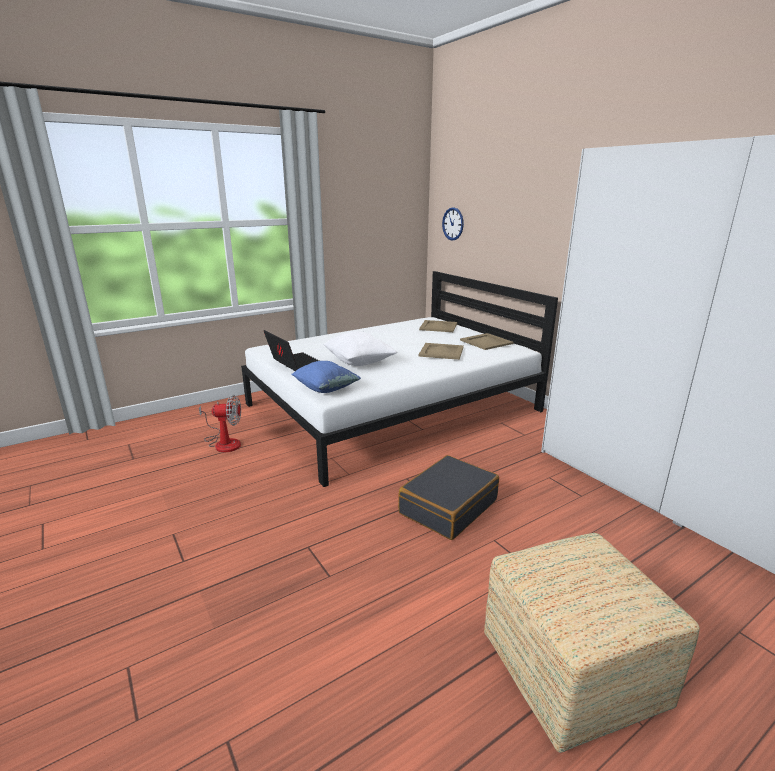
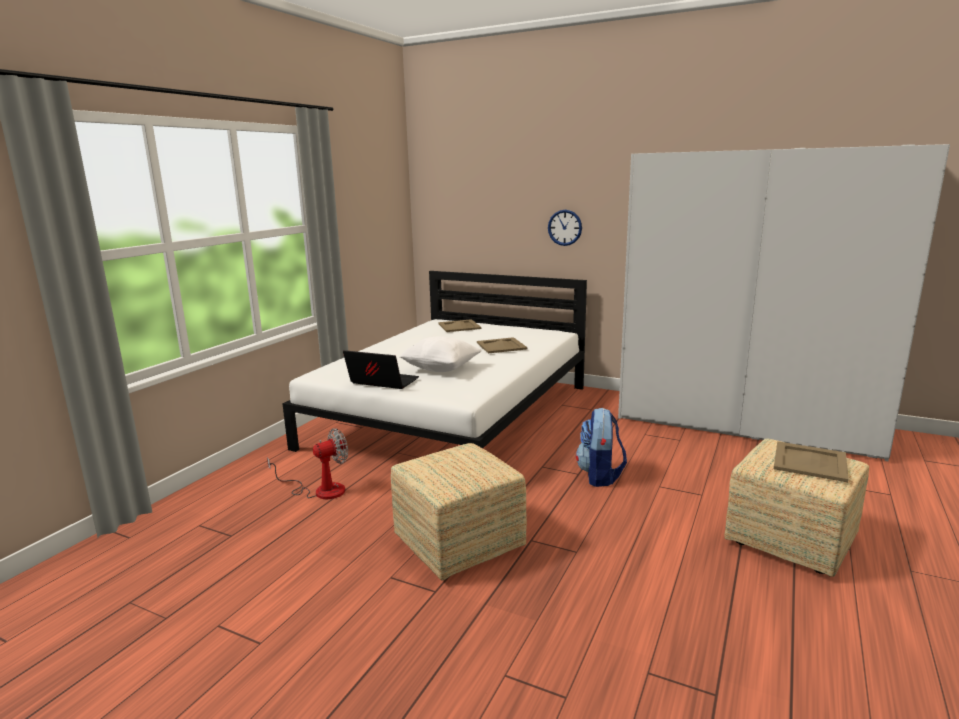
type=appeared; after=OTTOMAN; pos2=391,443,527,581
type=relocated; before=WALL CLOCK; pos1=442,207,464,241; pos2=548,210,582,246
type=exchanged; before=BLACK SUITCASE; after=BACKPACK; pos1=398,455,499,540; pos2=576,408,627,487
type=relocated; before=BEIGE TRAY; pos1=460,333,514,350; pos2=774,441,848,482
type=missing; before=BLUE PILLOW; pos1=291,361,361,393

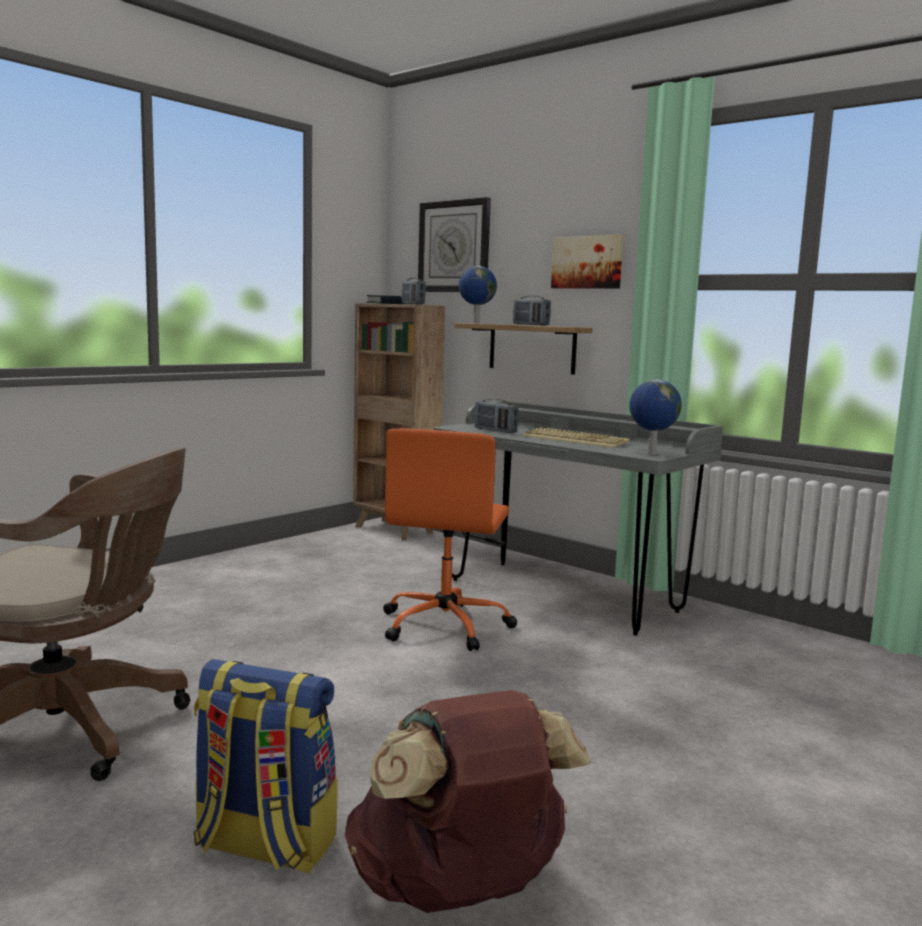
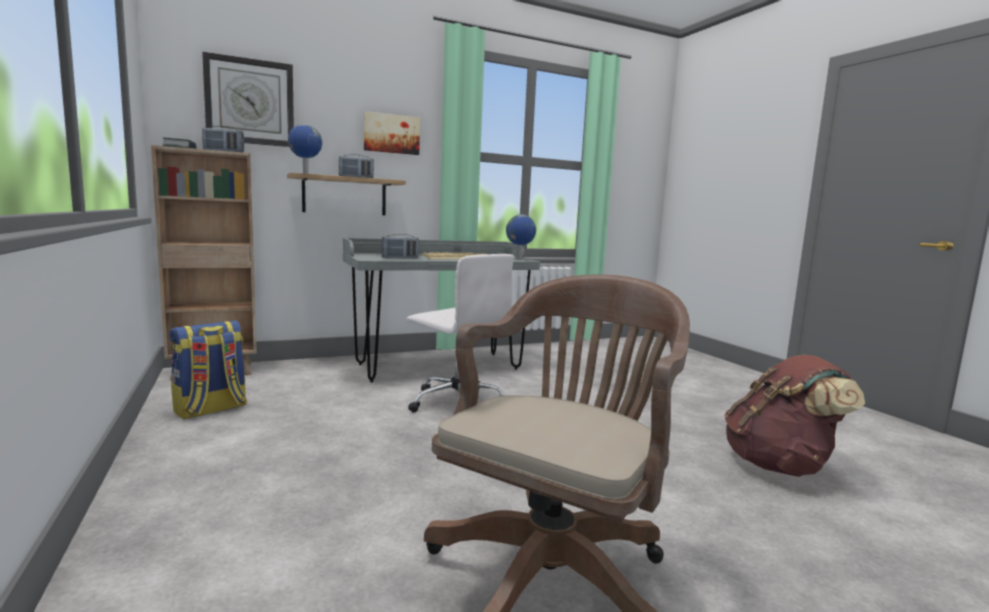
type=relocated; before=BACKPACK; pos1=194,659,337,873; pos2=169,321,247,419
type=colour; before=ORANGE OFFICE CHAIR; after=WHITE OFFICE CHAIR; pos1=383,428,517,651; pos2=406,254,514,413

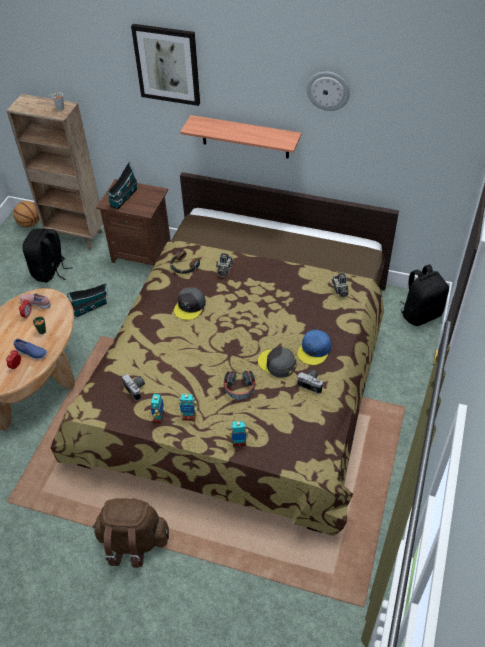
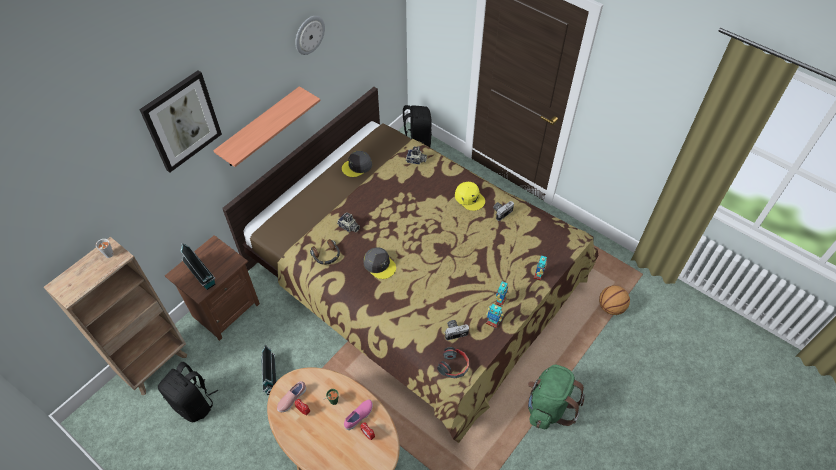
type=relocated; before=GREY CAP; pos1=258,347,296,378; pos2=342,151,372,177
type=colour; before=BLUE SHOE; after=PINK SHOE; pos1=14,339,47,360; pos2=344,399,373,430
type=relocated; before=HEADPHONES; pos1=224,371,255,400; pos2=437,347,469,378
type=colour; before=BLUE CAP; after=YELLOW CAP; pos1=298,330,331,365; pos2=455,182,485,211
type=colour; before=BROWN BACKPACK; after=GREEN BACKPACK; pos1=93,498,169,568; pos2=528,365,585,429
type=relocated; before=BASKETBALL; pos1=13,201,39,227; pos2=599,285,630,315

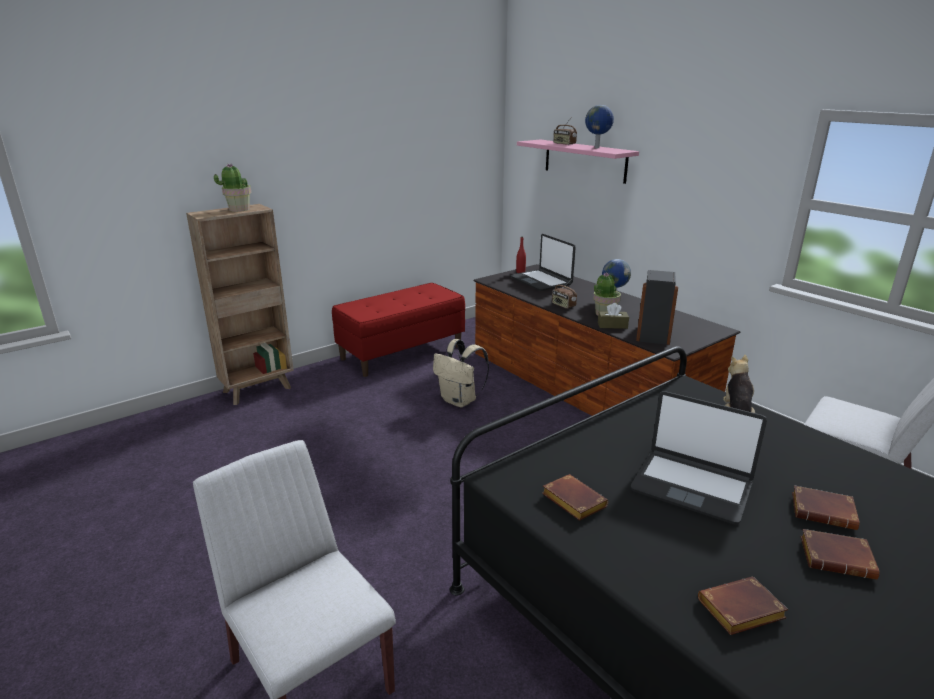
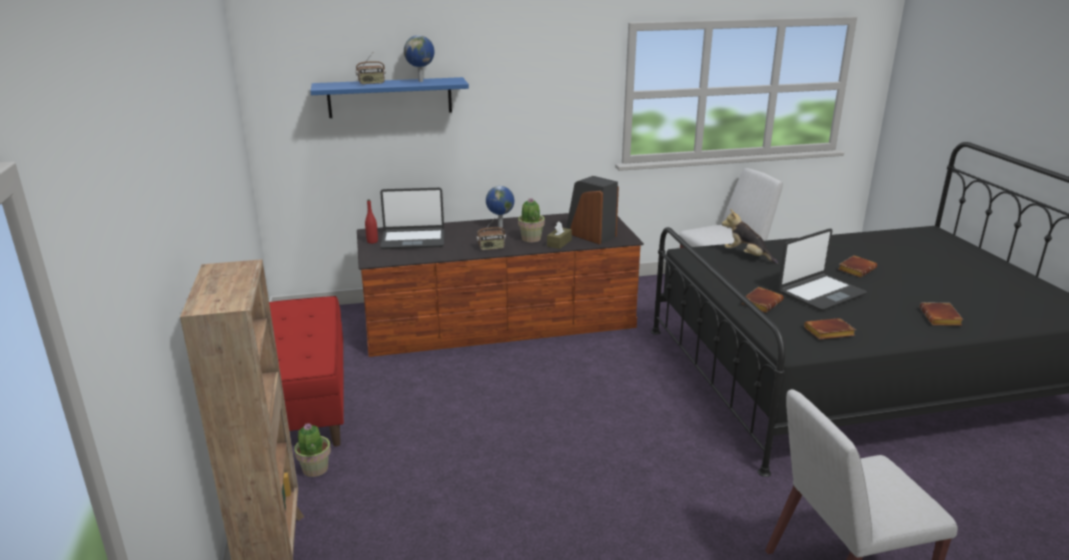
type=relocated; before=POTTED PLANT; pos1=214,163,251,212; pos2=294,423,331,477
type=colour; before=PINK SHELF; after=BLUE SHELF; pos1=517,139,639,184; pos2=310,77,469,118
type=relocated; before=BROWN BOOK; pos1=800,529,880,580; pos2=741,287,784,313
type=missing; before=BEIGE BACKPACK; pos1=433,339,489,407

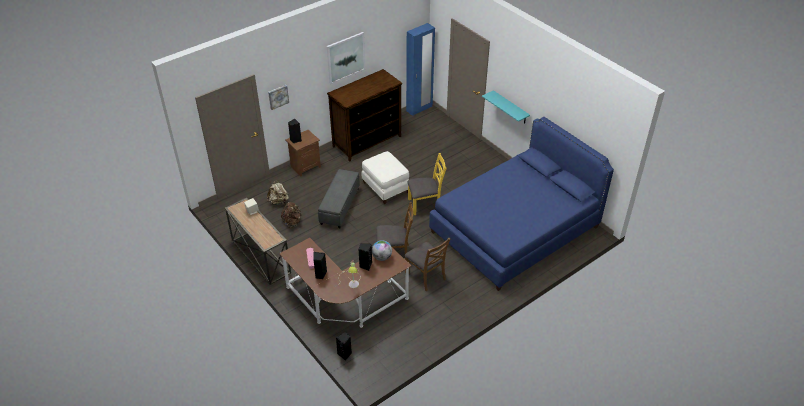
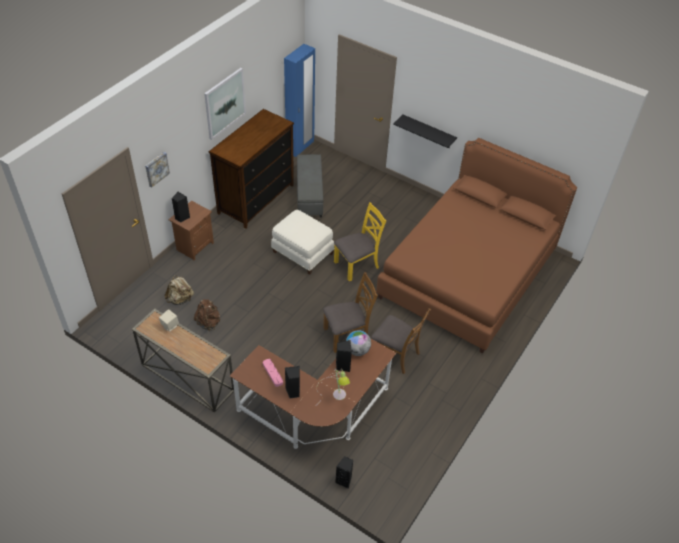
type=relocated; before=GREY OTTOMAN; pos1=318,169,360,228; pos2=297,154,323,217
type=colour; before=BLUE BED; after=BROWN BED; pos1=429,117,614,291; pos2=376,138,577,353
type=colour; before=TURQUOISE SHELF; after=BLACK SHELF; pos1=482,90,530,123; pos2=393,115,457,148

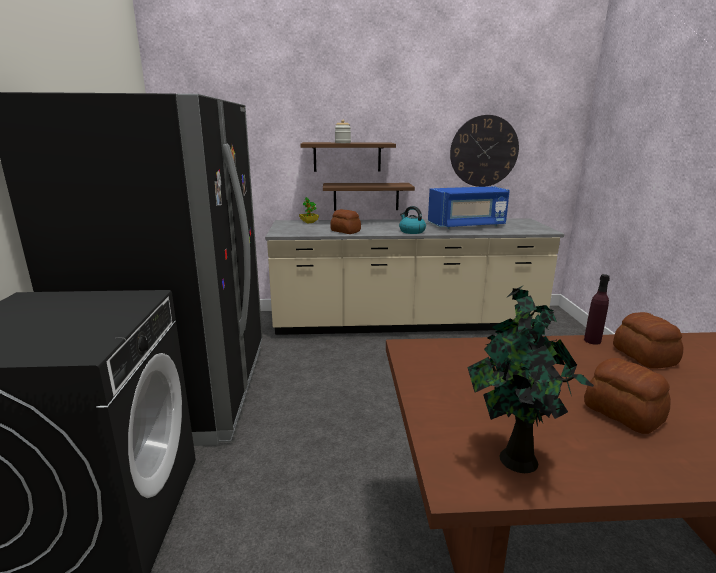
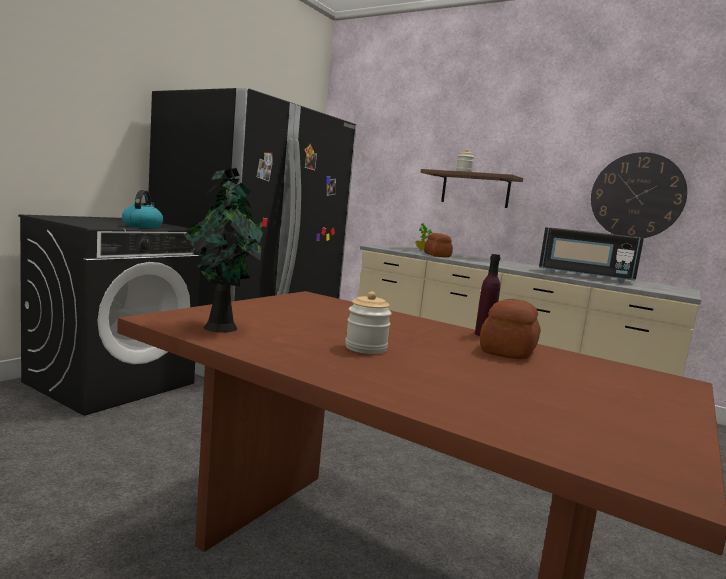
type=relocated; before=KETTLE; pos1=399,206,426,234; pos2=122,190,163,228
type=exchanged; before=BREAD; after=JAR; pos1=584,358,671,434; pos2=345,291,392,354
type=colour; before=BLUE MICROWAVE; after=BLACK MICROWAVE; pos1=428,186,510,229; pos2=539,227,644,282
type=missing; before=SHELF; pos1=323,183,415,211

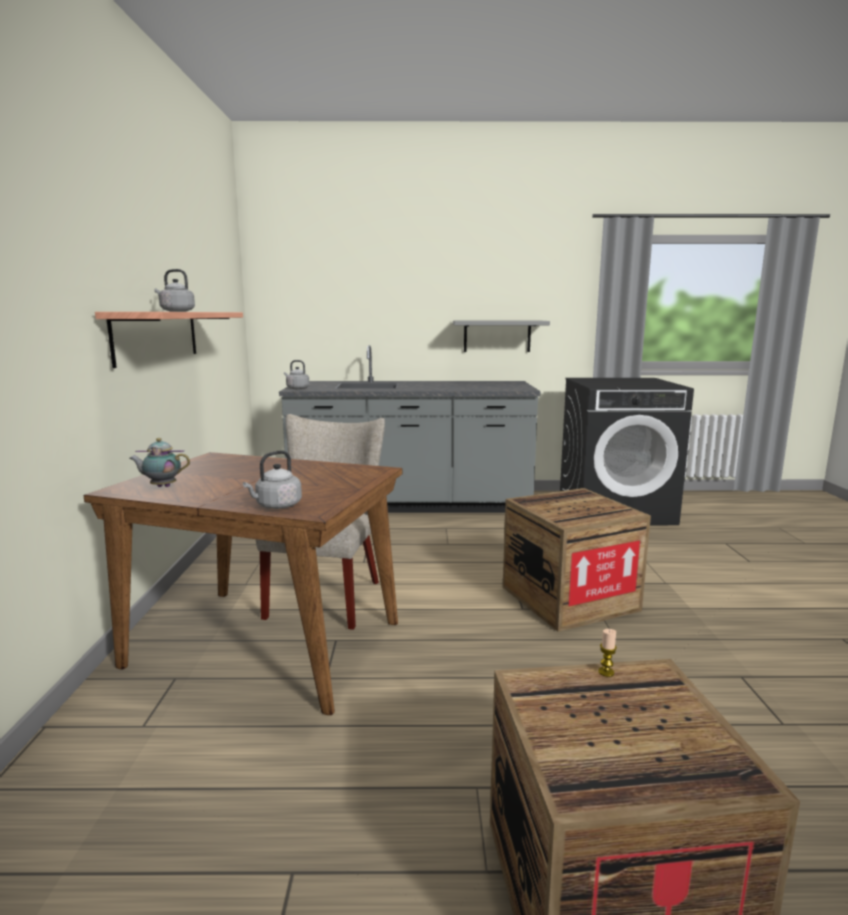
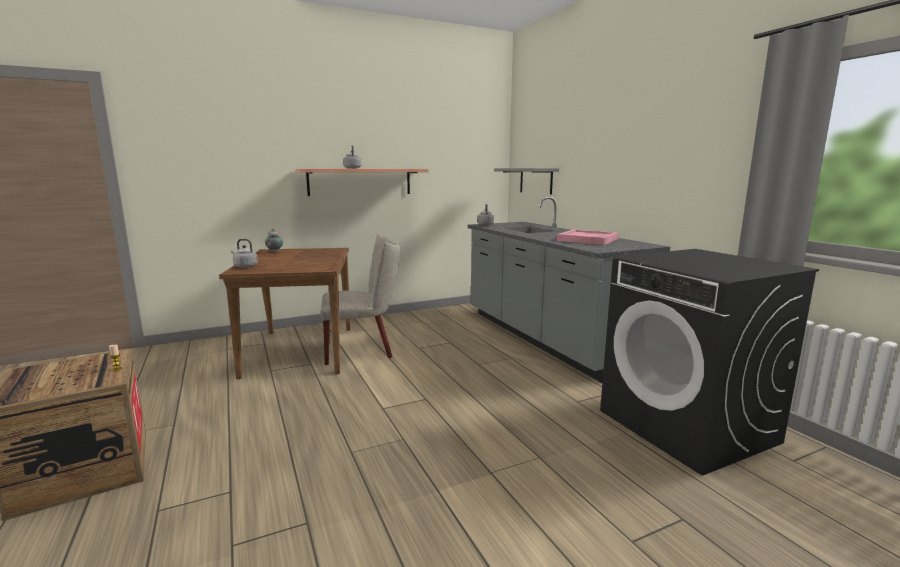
type=relocated; before=GREY SHELF; pos1=453,321,550,352; pos2=494,168,559,194
type=appeared; after=PINK TRAY; pos2=556,229,619,245
type=missing; before=CRATE; pos1=503,488,651,632

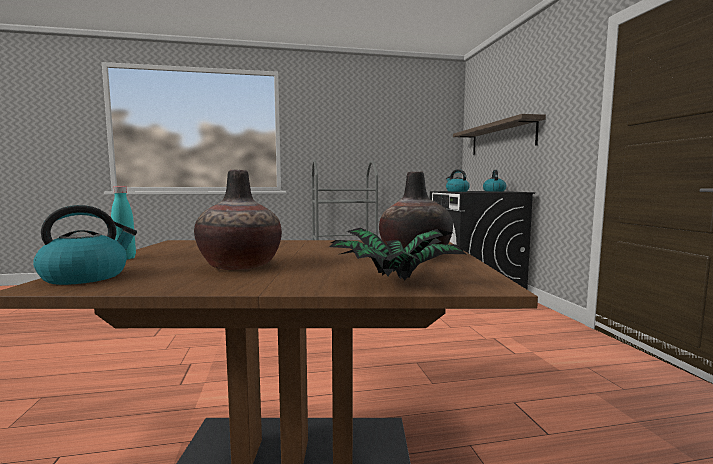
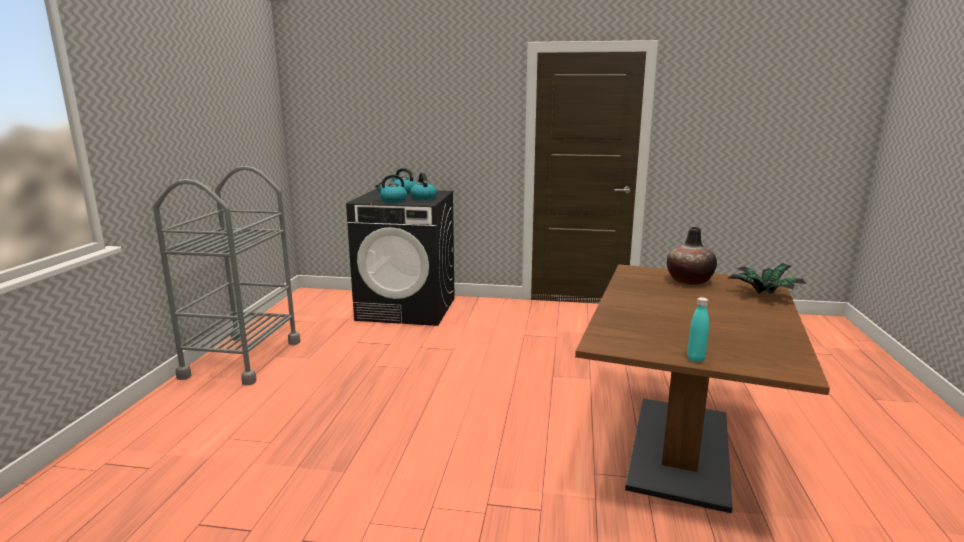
type=relocated; before=KETTLE; pos1=33,205,137,285; pos2=410,173,437,200
type=missing; before=VASE; pos1=194,170,282,270
type=missing; before=SHELF; pos1=453,114,546,155

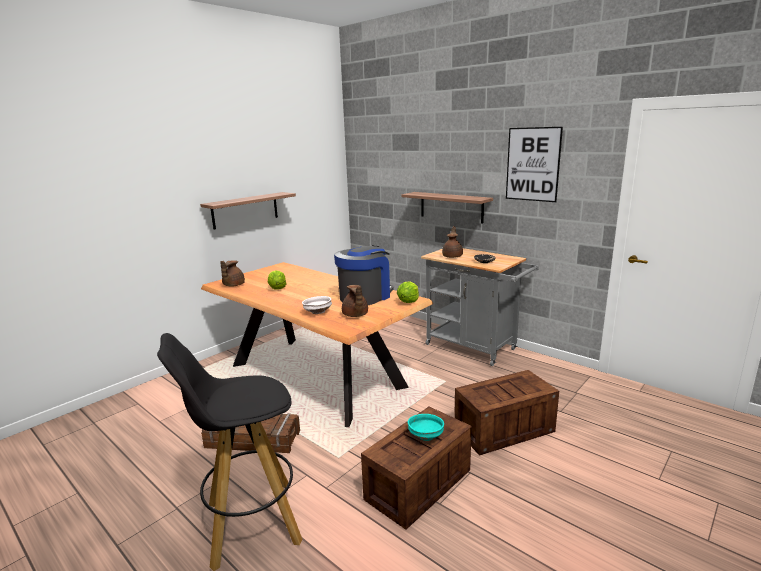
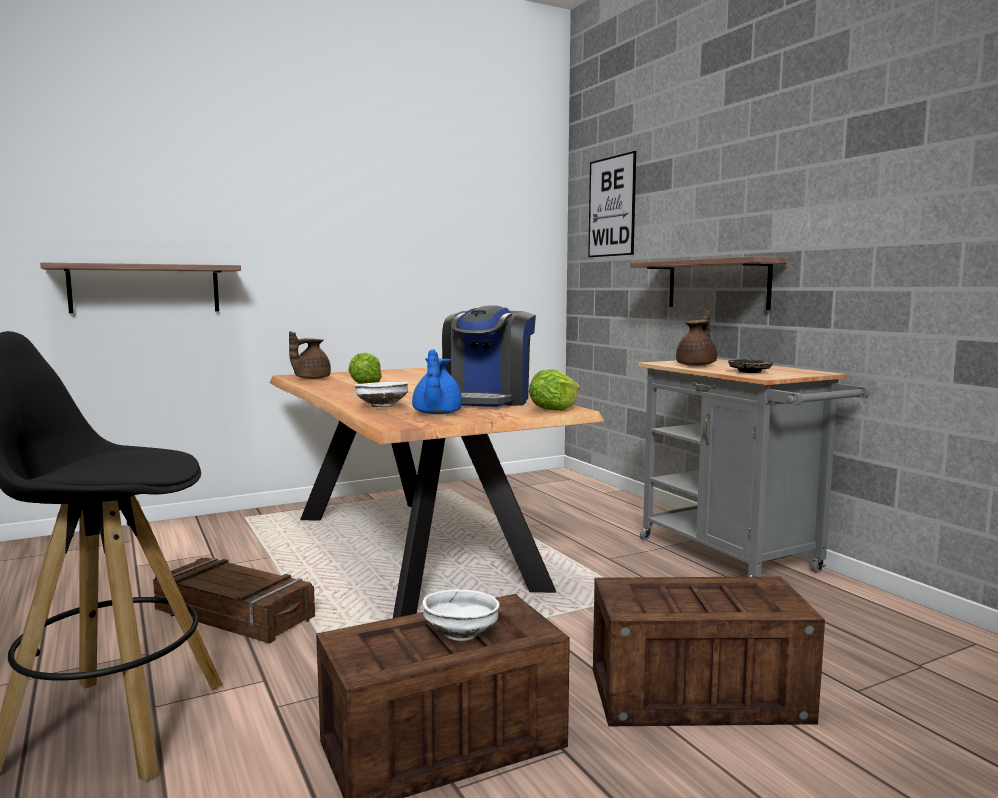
type=relocated; before=SHELF; pos1=200,192,296,230; pos2=40,262,241,314
type=colour; before=BROWN TEAPOT; after=BLUE TEAPOT; pos1=342,285,368,317; pos2=412,349,462,414
type=colour; before=TURQUOISE BOWL; after=WHITE BOWL; pos1=408,414,444,441; pos2=422,589,500,641
type=spun; before=COFFEE MACHINE; pos1=334,245,394,305; pos2=442,305,536,407; turn=135
type=relocated; before=PICTURE; pos1=506,127,563,202; pos2=588,151,636,257

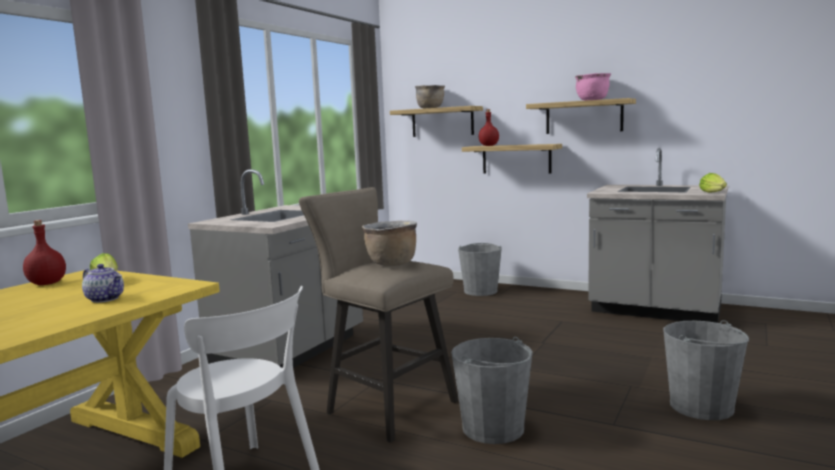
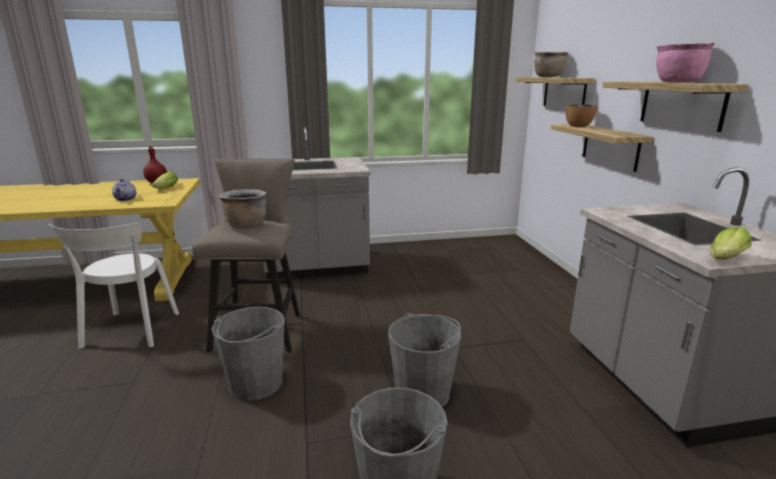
type=relocated; before=GREY BUCKET; pos1=458,243,502,296; pos2=388,313,461,407
type=exchanged; before=RED BOTTLE; after=BOWL; pos1=479,109,499,146; pos2=565,105,597,127

